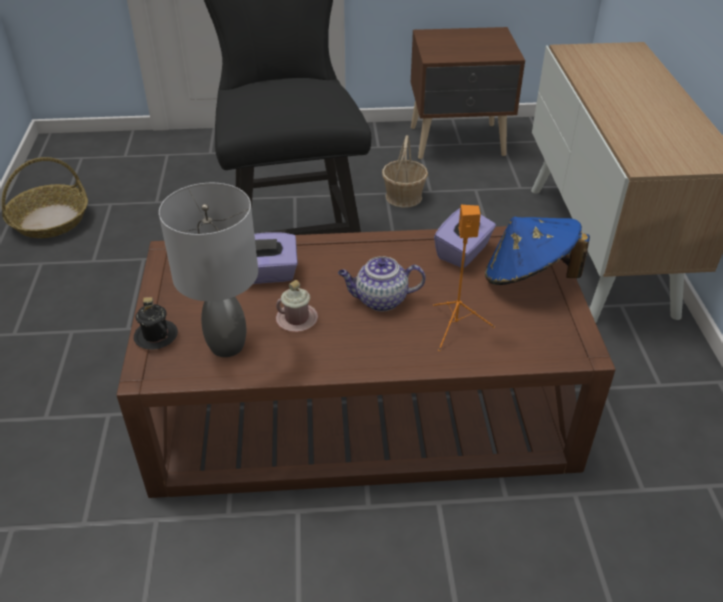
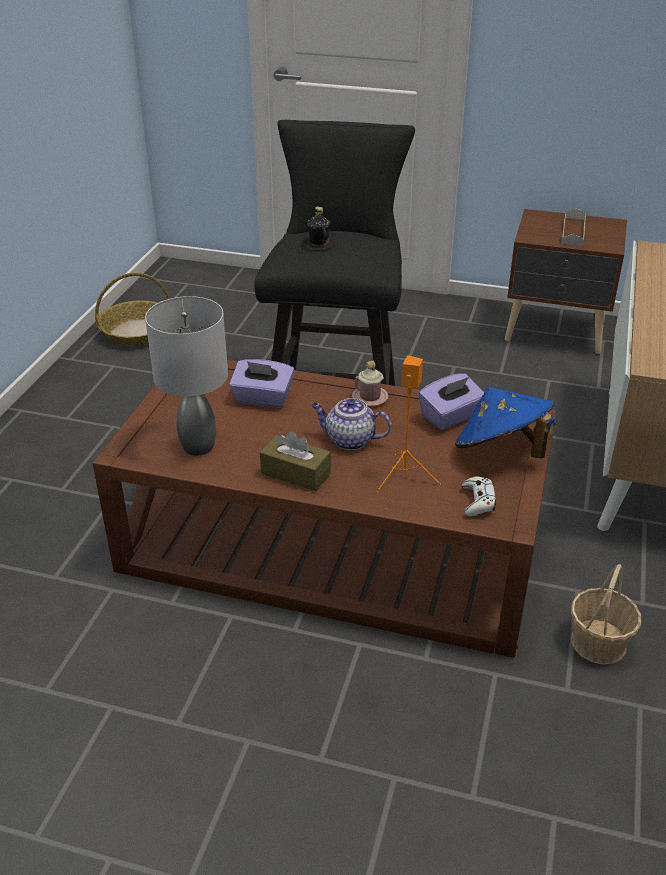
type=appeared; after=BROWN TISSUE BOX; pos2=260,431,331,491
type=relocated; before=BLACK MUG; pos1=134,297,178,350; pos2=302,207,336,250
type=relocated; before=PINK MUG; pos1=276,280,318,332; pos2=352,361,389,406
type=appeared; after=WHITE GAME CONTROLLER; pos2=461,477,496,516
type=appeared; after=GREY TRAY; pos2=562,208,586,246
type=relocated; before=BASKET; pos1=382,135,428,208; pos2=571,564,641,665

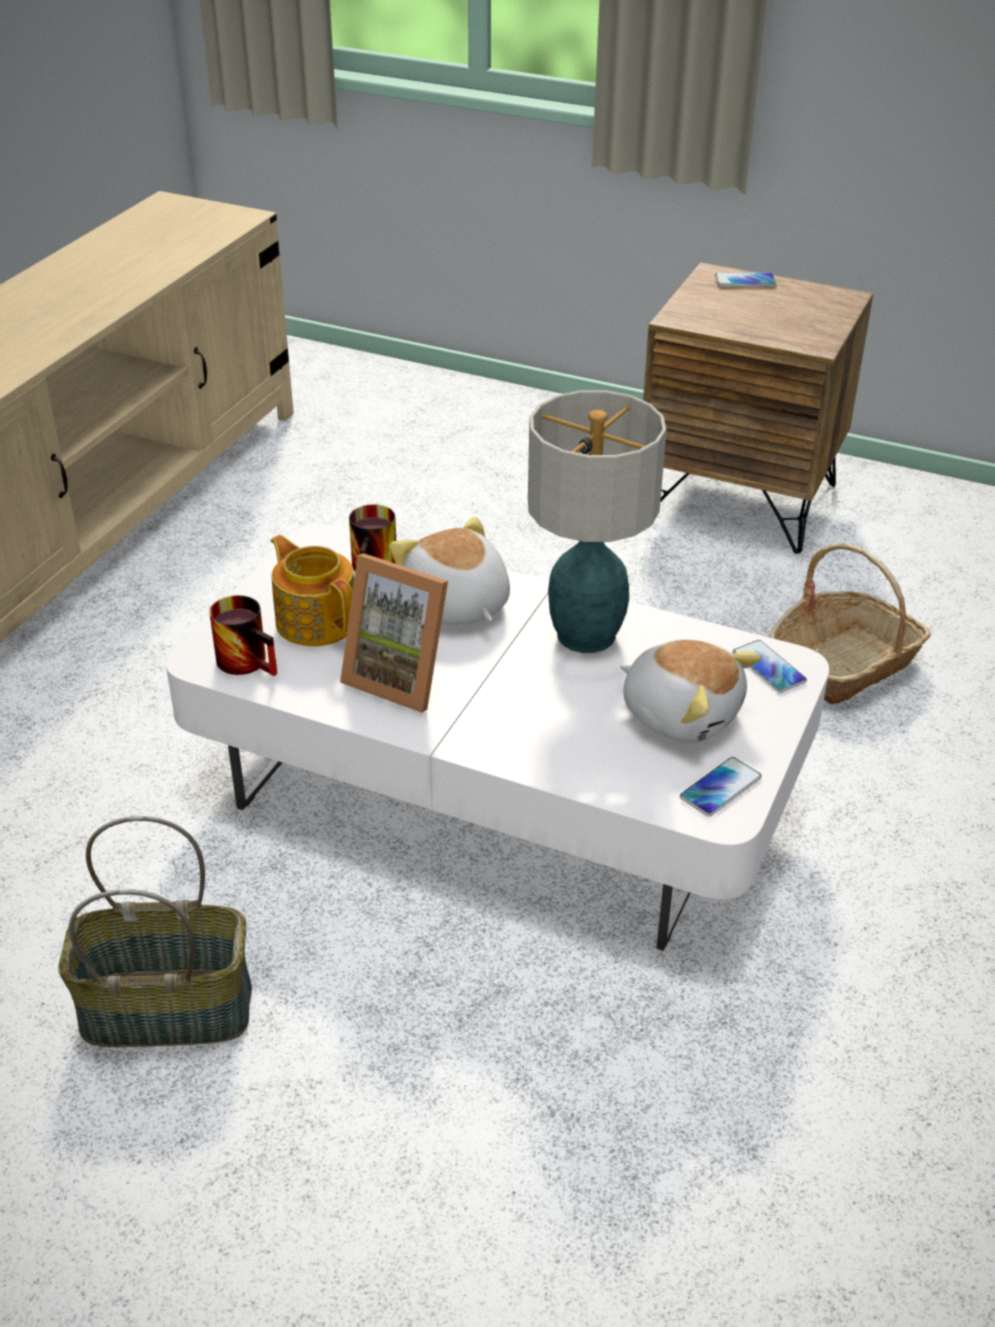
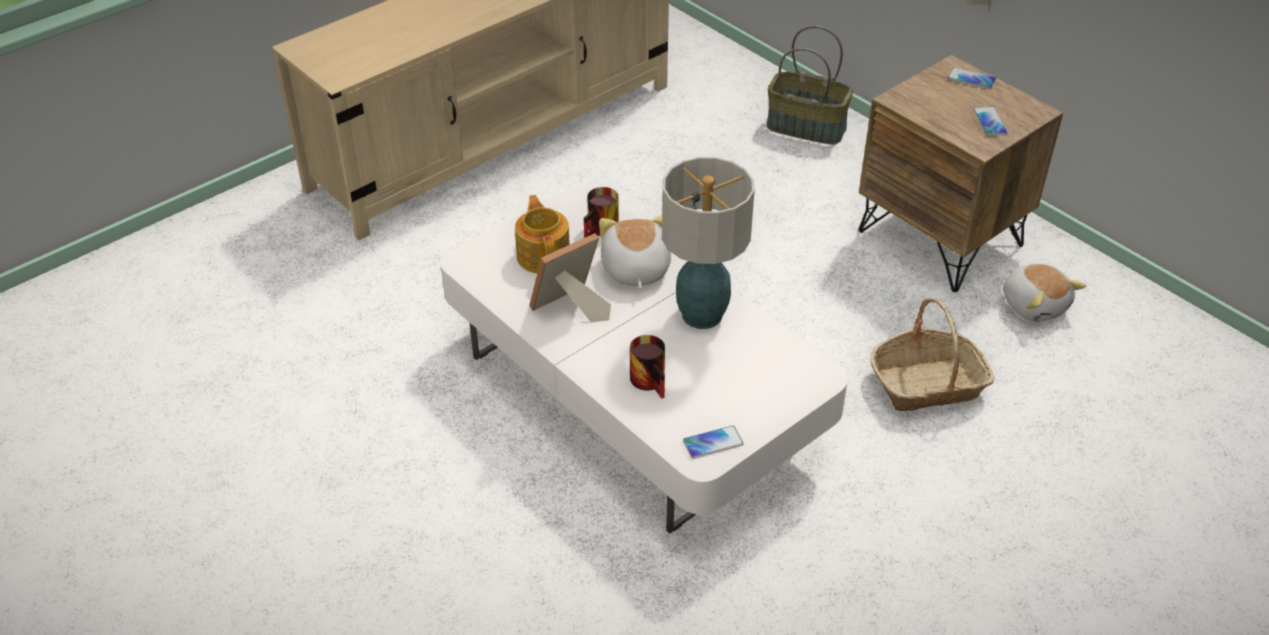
type=spun; before=PICTURE FRAME; pos1=340,553,448,713; pos2=529,233,611,322; turn=90
type=relocated; before=MUG; pos1=209,595,277,676; pos2=630,335,665,399
type=relocated; before=BASKET; pos1=58,816,252,1047; pos2=767,26,853,145
type=relocated; before=PHONE; pos1=732,640,807,693; pos2=973,106,1008,136
type=relocated; before=PLUSH TOY; pos1=620,639,762,743; pos2=1003,264,1086,322

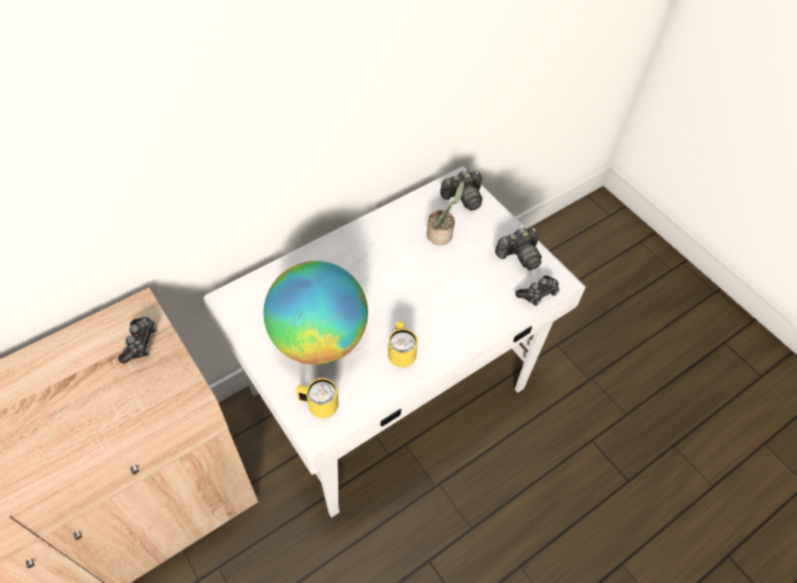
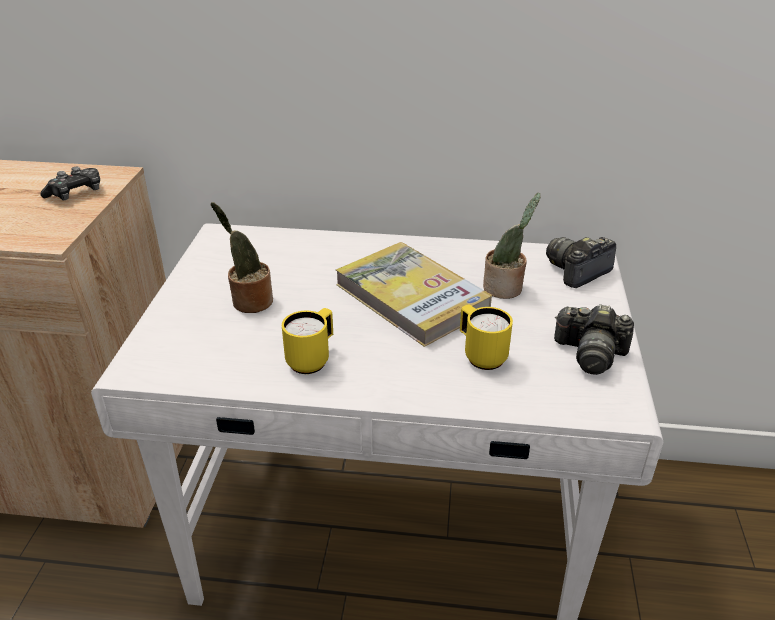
type=exchanged; before=GLOBE; after=POTTED PLANT; pos1=264,261,368,365; pos2=211,202,273,313
type=appeared; after=BOOK; pos2=336,242,492,347
type=relocated; before=YELLOW MUG; pos1=296,378,339,418; pos2=460,305,513,370
type=spun; before=PHOTO CAMERA; pos1=440,170,482,211; pos2=546,237,616,288; turn=120
type=missing; before=GAME CONTROLLER; pos1=515,276,560,306

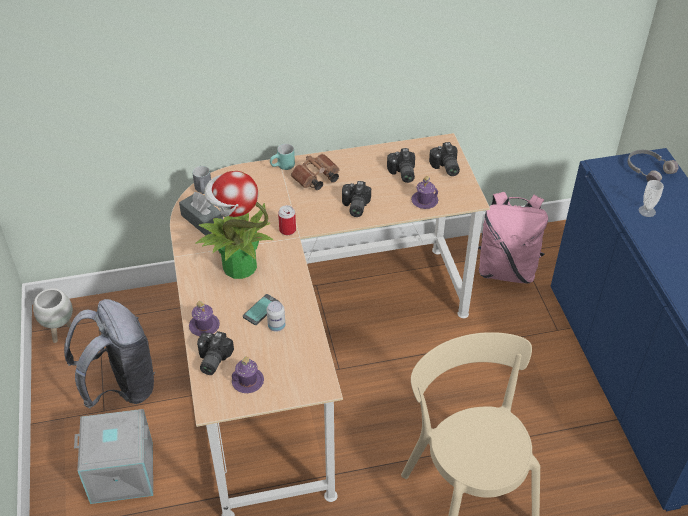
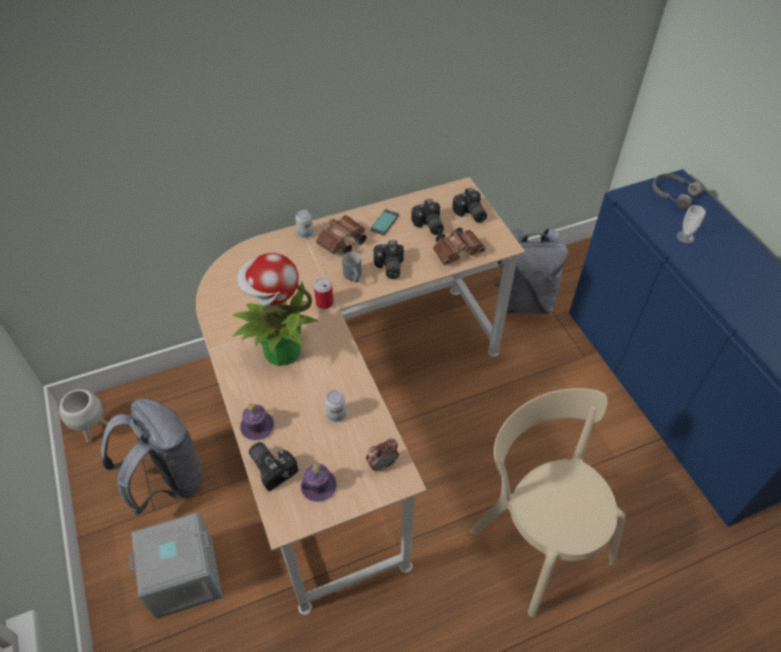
type=spun; before=PHOTO CAMERA; pos1=197,331,234,375; pos2=249,442,298,491; turn=135
type=exchanged; before=TURQUOISE MUG; after=CAN; pos1=270,144,295,170; pos2=295,210,313,238
type=relocated; before=GREY MUG; pos1=192,166,211,194; pos2=342,252,362,282
type=appeared; after=ALARM CLOCK; pos2=366,439,399,472
type=relocated; before=PHONE; pos1=243,294,280,325; pos2=370,209,399,235
type=exchanged; before=PURPLE MUG; after=BROWN BINOCULARS; pos1=411,176,438,209; pos2=433,228,485,265
type=colour; before=PINK BACKPACK; after=GREY BACKPACK; pos1=478,192,548,283; pos2=494,228,568,314
type=missing; before=GREY TISSUE BOX; pos1=179,192,223,236

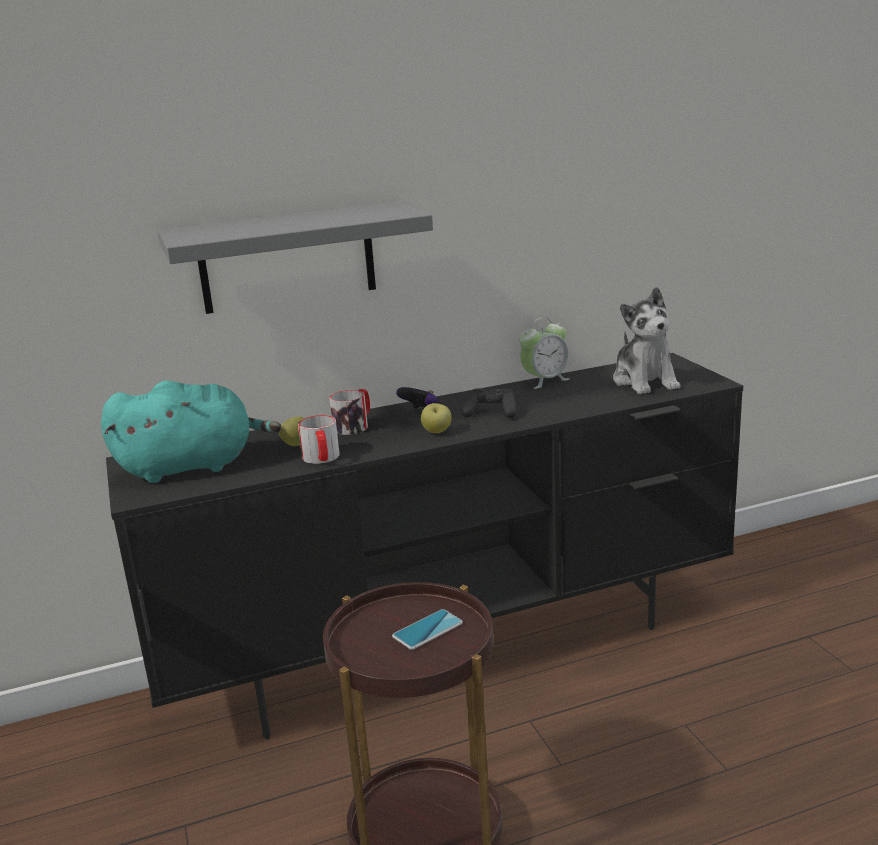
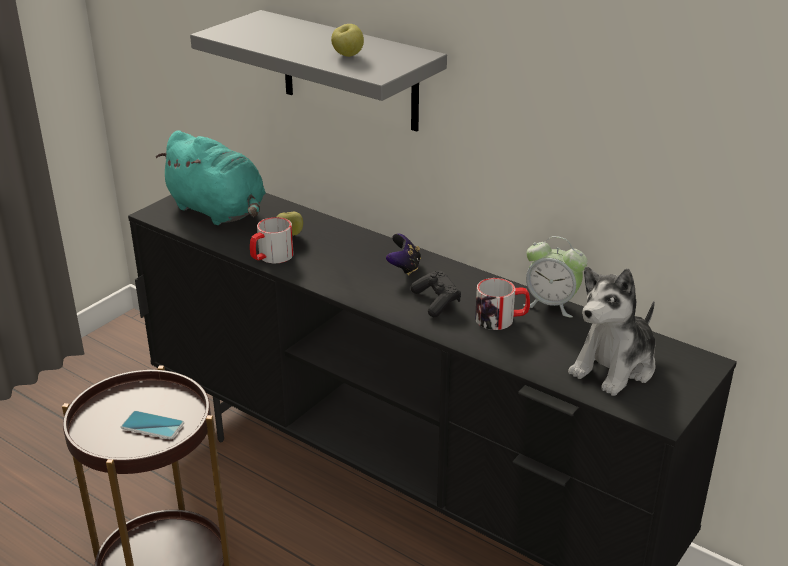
type=relocated; before=APPLE; pos1=421,403,451,433; pos2=331,24,364,57
type=relocated; before=MUG; pos1=329,389,370,435; pos2=475,278,530,330

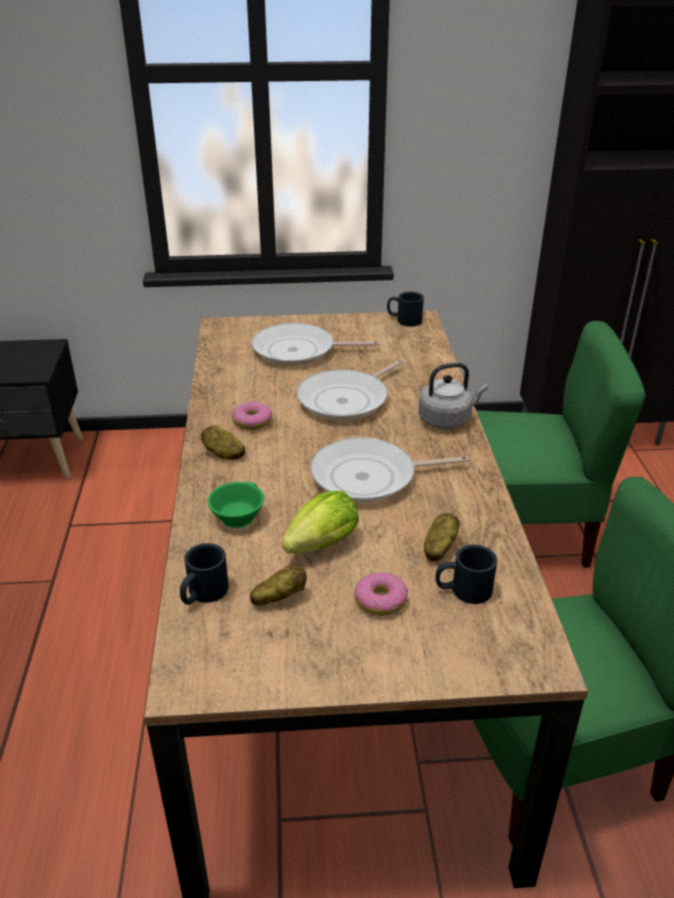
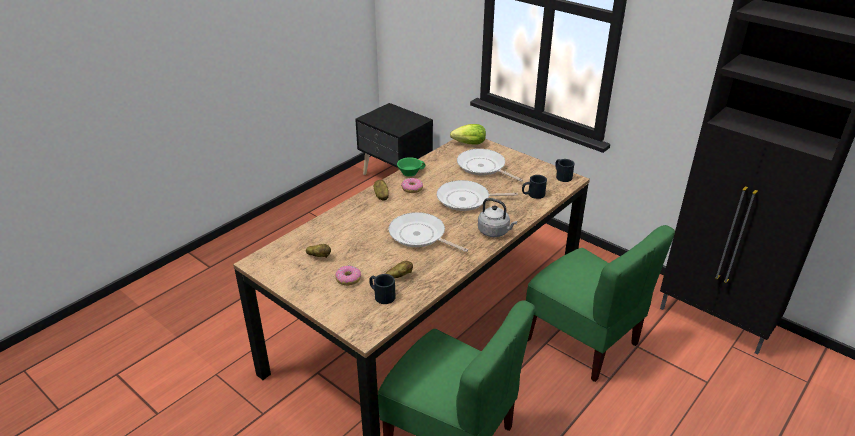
type=relocated; before=GREEN CUP; pos1=208,482,264,528; pos2=397,157,425,177
type=relocated; before=LETTUCE; pos1=282,491,359,554; pos2=450,124,486,145
type=relocated; before=BLACK MUG; pos1=180,543,229,605; pos2=522,175,547,199

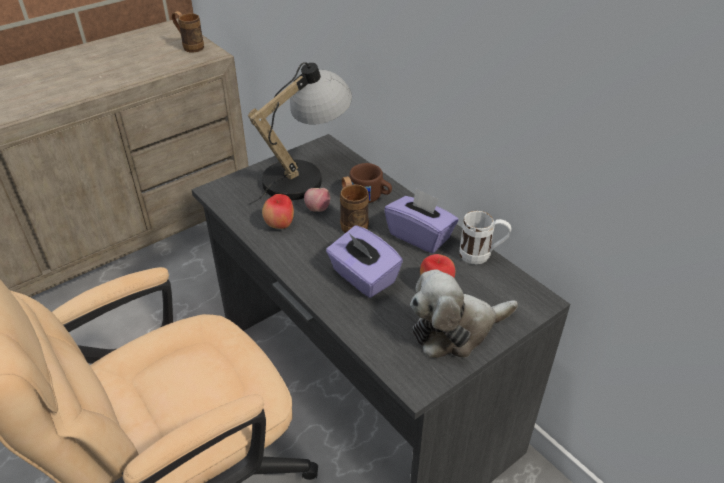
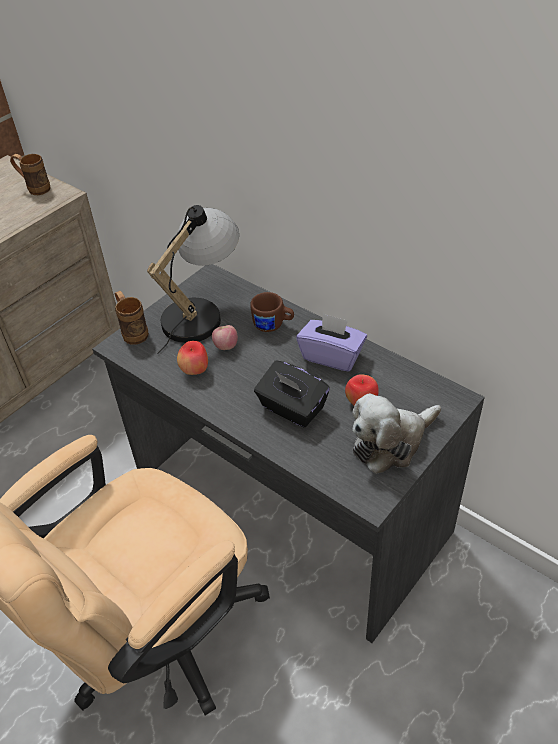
type=relocated; before=BROWN MUG; pos1=340,176,369,233; pos2=115,291,149,345
type=colour; before=PURPLE TISSUE BOX; after=BLACK TISSUE BOX; pos1=326,225,403,298; pos2=254,361,330,427
type=missing; before=WHITE MUG; pos1=460,211,511,264

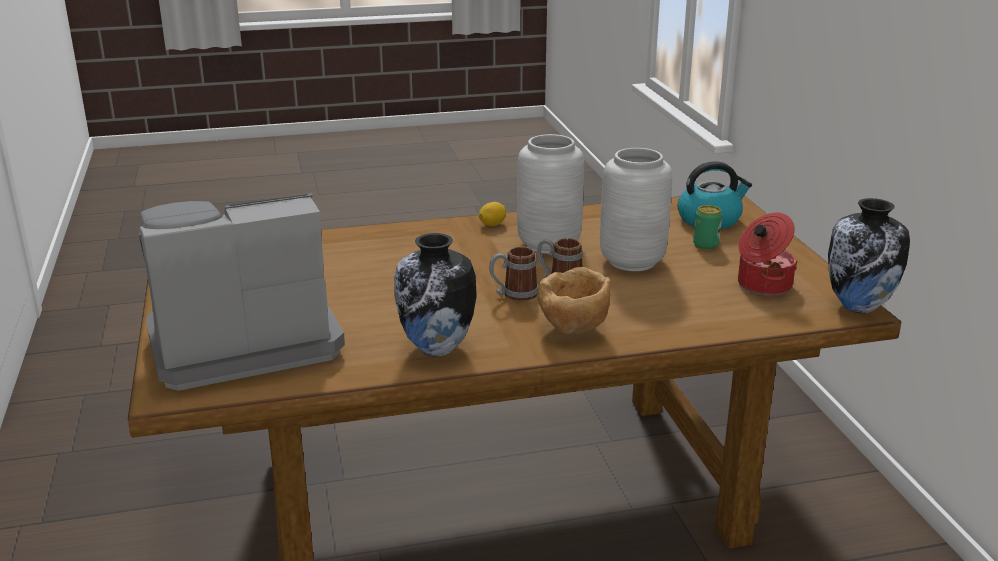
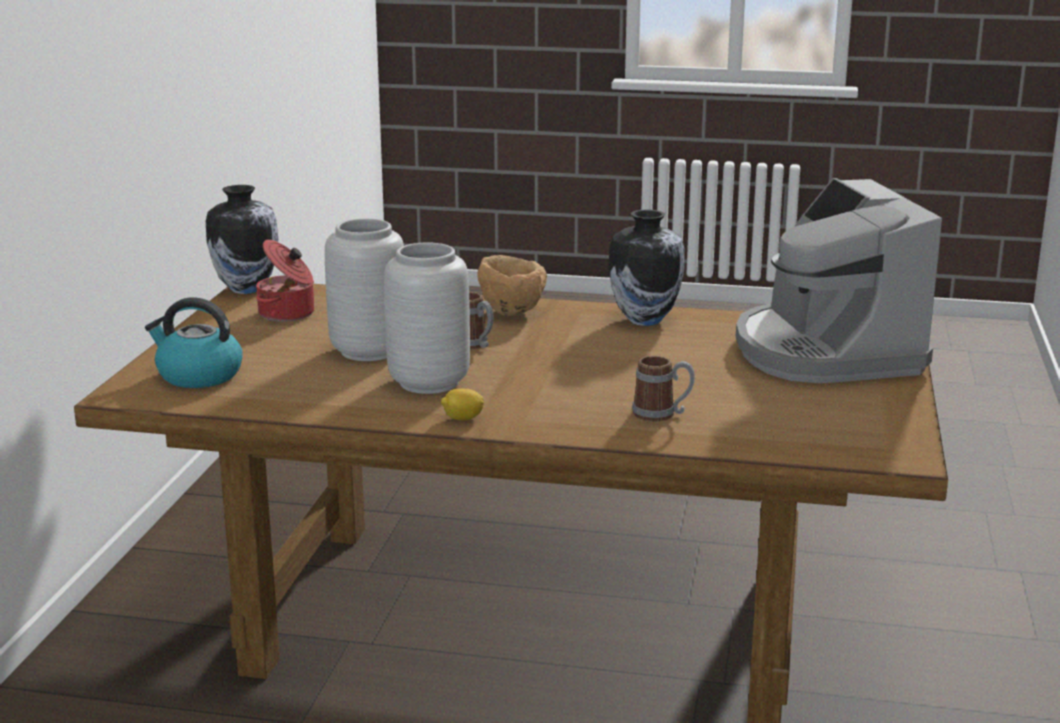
type=relocated; before=MUG; pos1=489,246,538,301; pos2=632,356,695,422
type=spun; before=COFFEE MACHINE; pos1=139,194,345,391; pos2=736,178,942,383; turn=75
type=missing; before=CAN; pos1=693,205,722,250

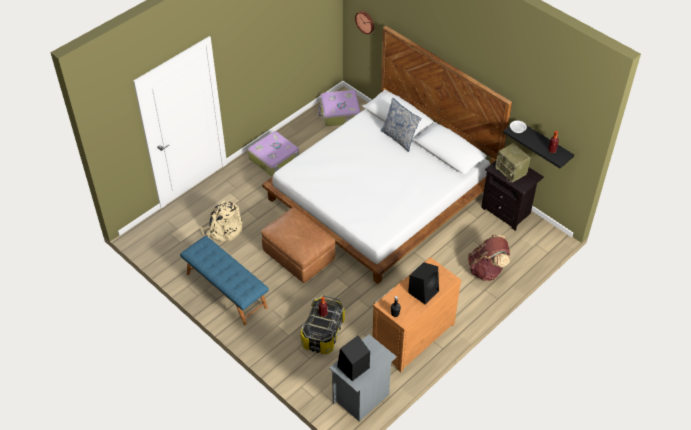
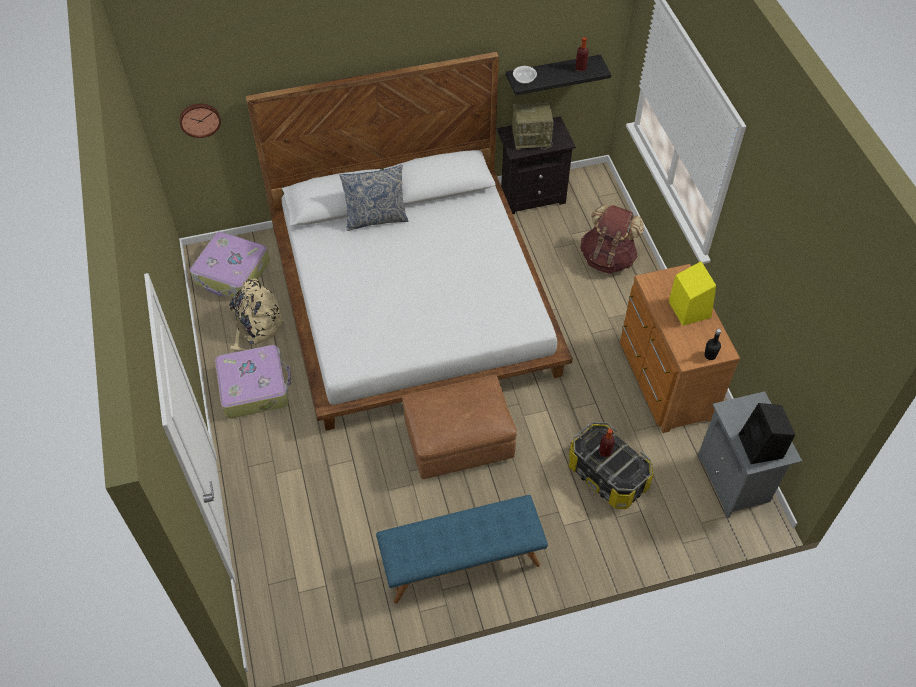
type=relocated; before=BEIGE BACKPACK; pos1=200,201,242,242; pos2=229,278,285,350
type=colour; before=BLACK SPEAKER; after=YELLOW SPEAKER; pos1=408,262,439,305; pos2=669,261,716,326

